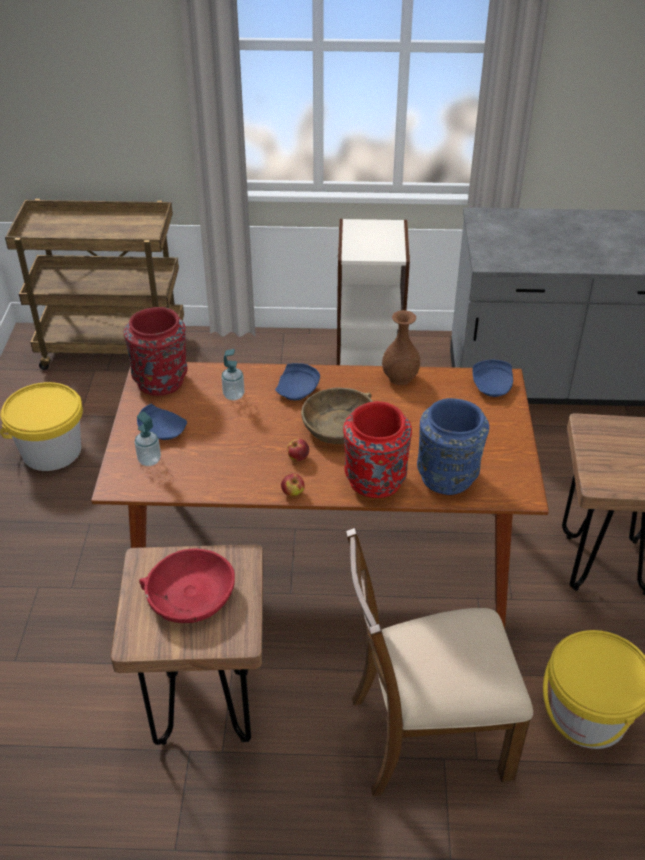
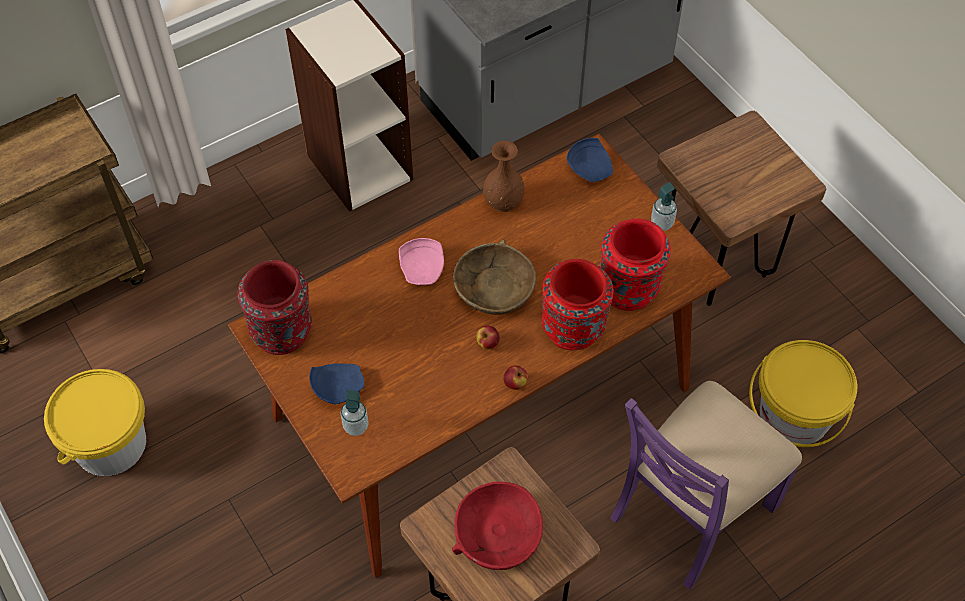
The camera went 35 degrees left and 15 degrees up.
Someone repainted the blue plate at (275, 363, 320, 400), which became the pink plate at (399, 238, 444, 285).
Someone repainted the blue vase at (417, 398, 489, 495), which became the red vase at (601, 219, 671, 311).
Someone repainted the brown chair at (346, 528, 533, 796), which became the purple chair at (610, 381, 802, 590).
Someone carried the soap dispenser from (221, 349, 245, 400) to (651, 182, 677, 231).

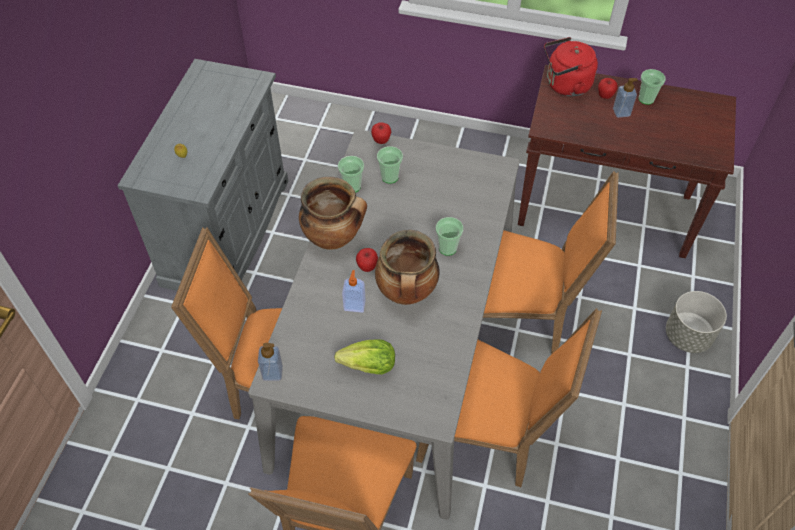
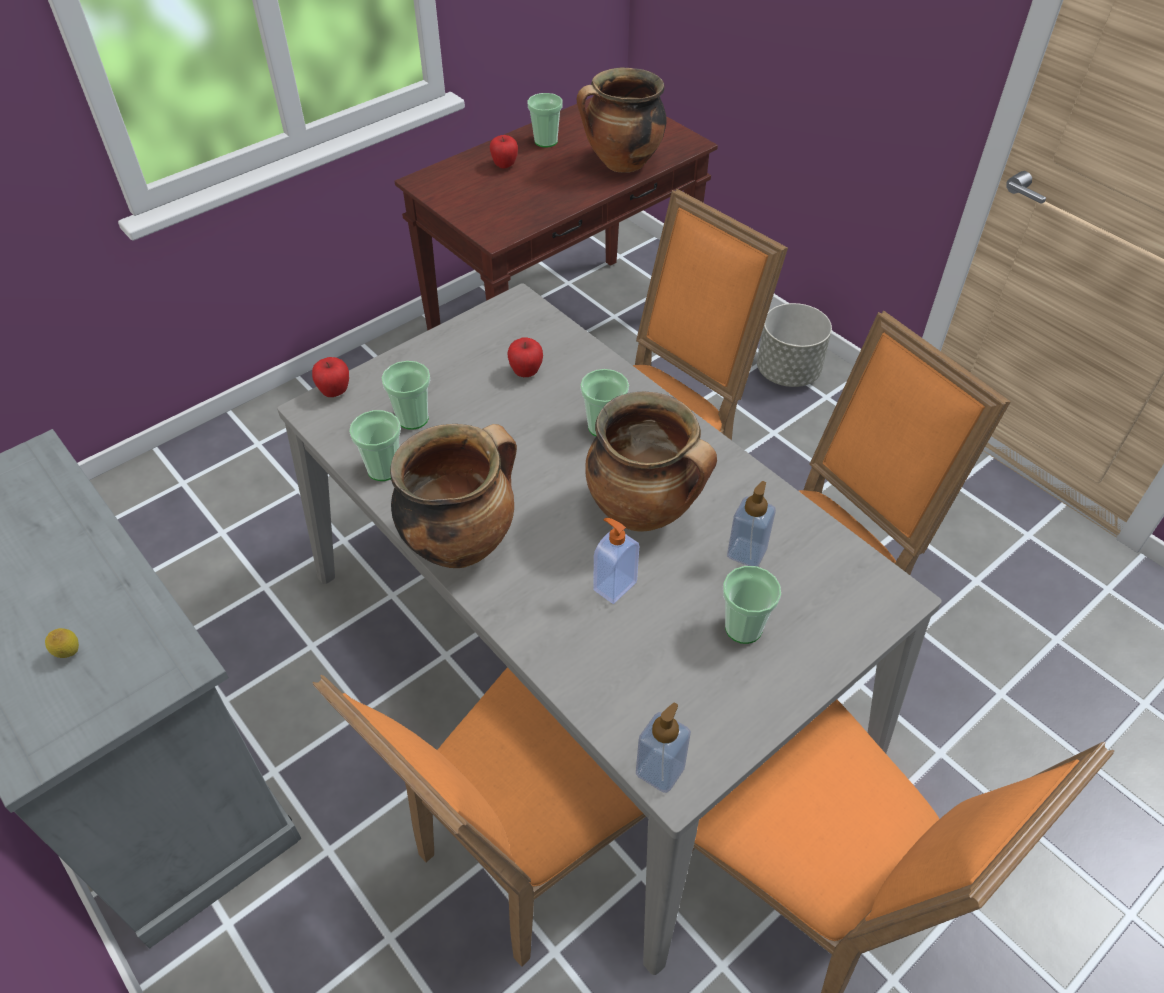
The camera went 55 degrees left and 5 degrees down.
Someone carried the apple from (356, 248, 378, 272) to (507, 337, 543, 377).
Someone put down the cooking pot at (577, 68, 667, 173).
Someone swapped the lettuce at (334, 339, 395, 374) for the cup at (723, 566, 781, 644).
Someone carried the soap dispenser from (613, 78, 638, 118) to (727, 481, 776, 567).
Someone took away the red kettle at (544, 37, 598, 96).

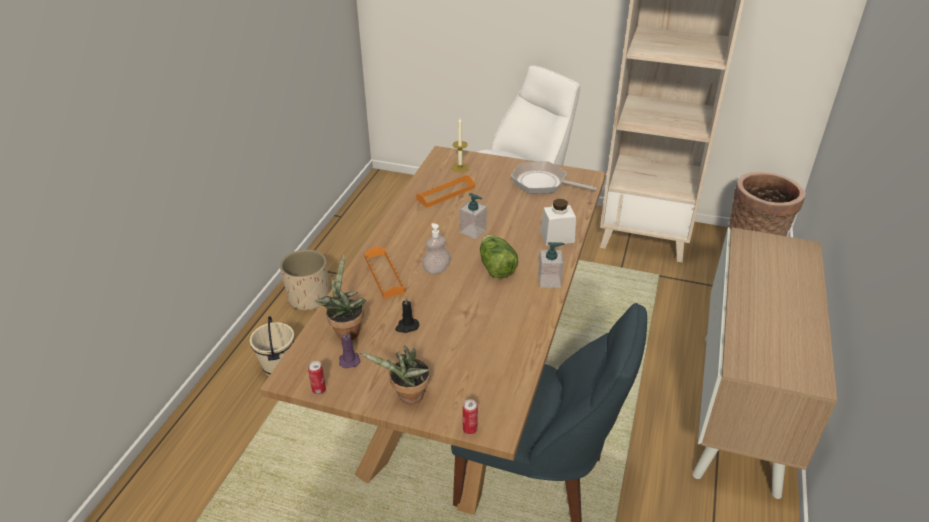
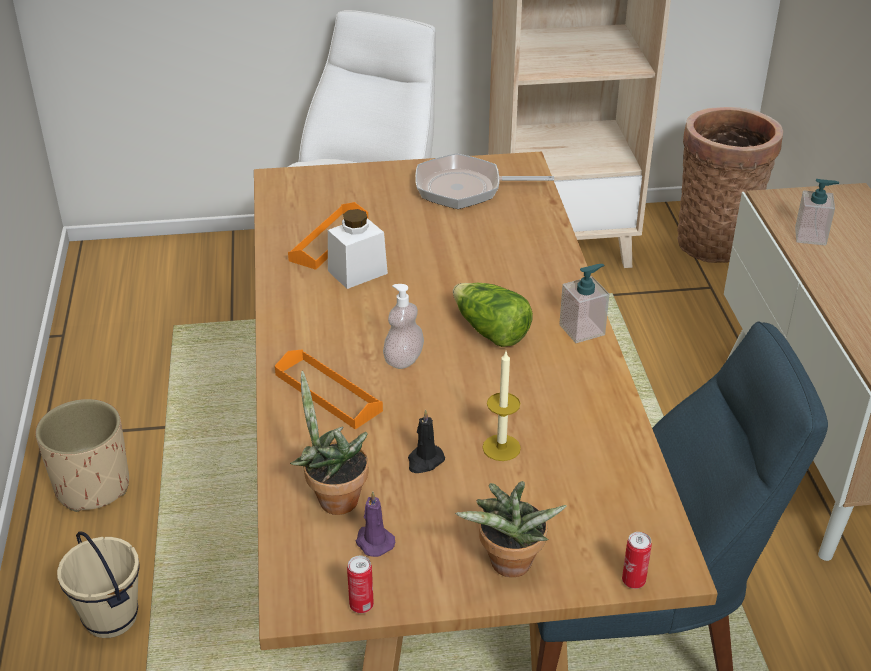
The camera went 25 degrees left and 0 degrees up.
Someone carried the white jar from (541, 199, 576, 246) to (328, 209, 388, 289).
Someone carried the candle from (452, 118, 469, 172) to (482, 352, 521, 461).
Someone carried the soap dispenser from (460, 193, 487, 239) to (795, 179, 839, 245).

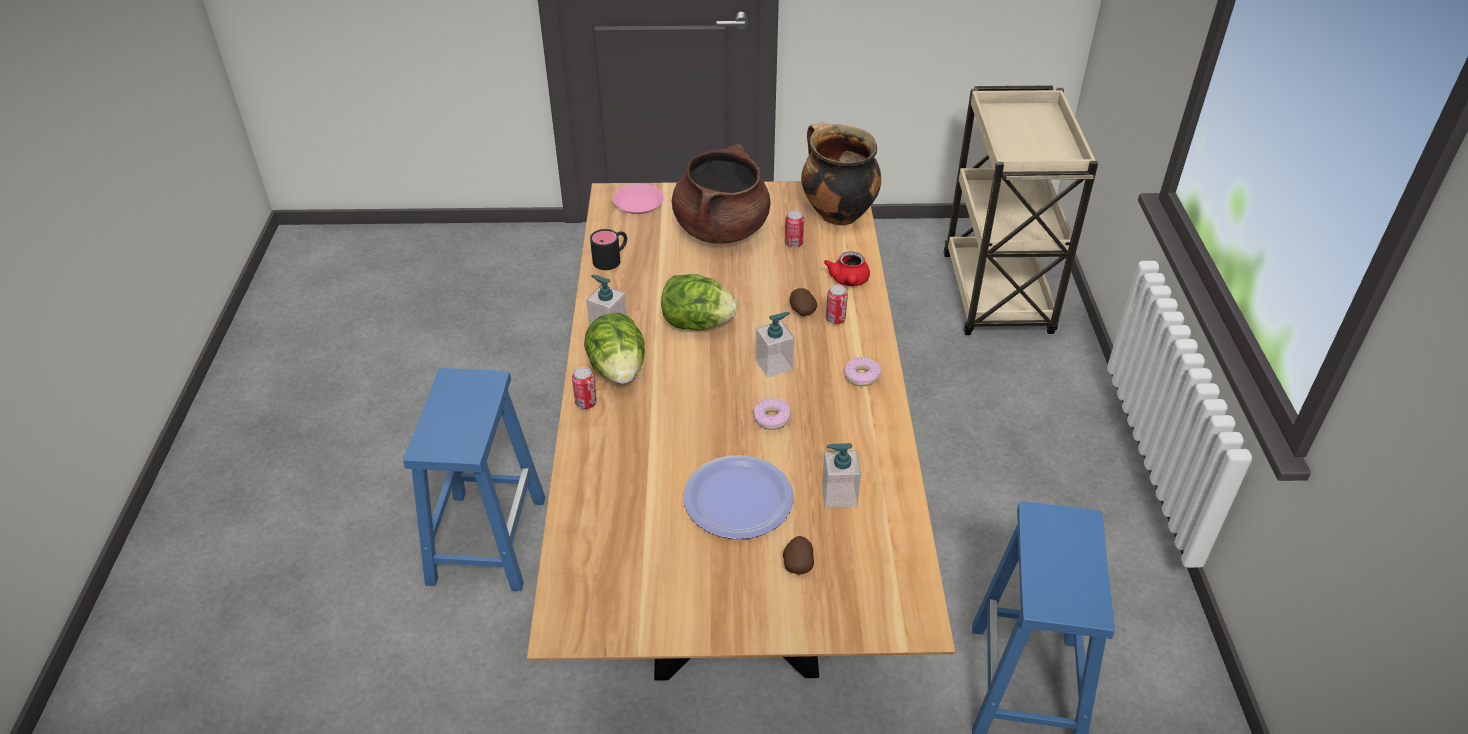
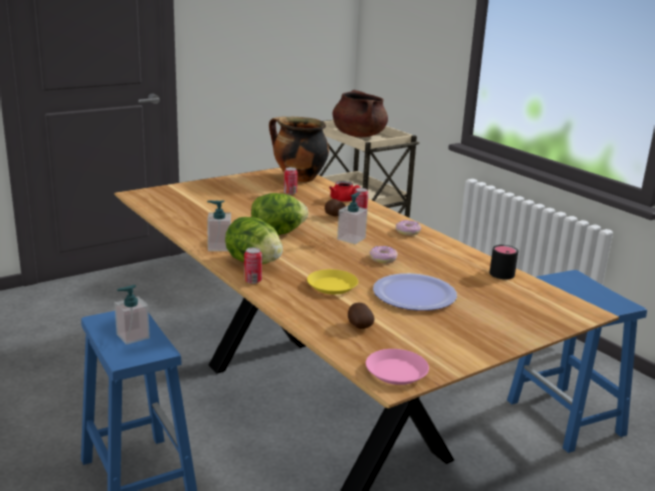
The camera went 35 degrees left and 20 degrees down.
Someone carried the soap dispenser from (822, 443, 861, 508) to (114, 285, 150, 345).
Someone put down the yellow plate at (307, 269, 358, 294).
Someone carried the brown cooking pot from (672, 144, 770, 244) to (332, 90, 388, 137).
Someone carried the potato from (783, 536, 814, 574) to (348, 303, 374, 329).
Someone carried the pink plate from (613, 184, 664, 214) to (366, 349, 429, 385).
Someone carried the black mug from (590, 229, 627, 270) to (489, 245, 518, 279).

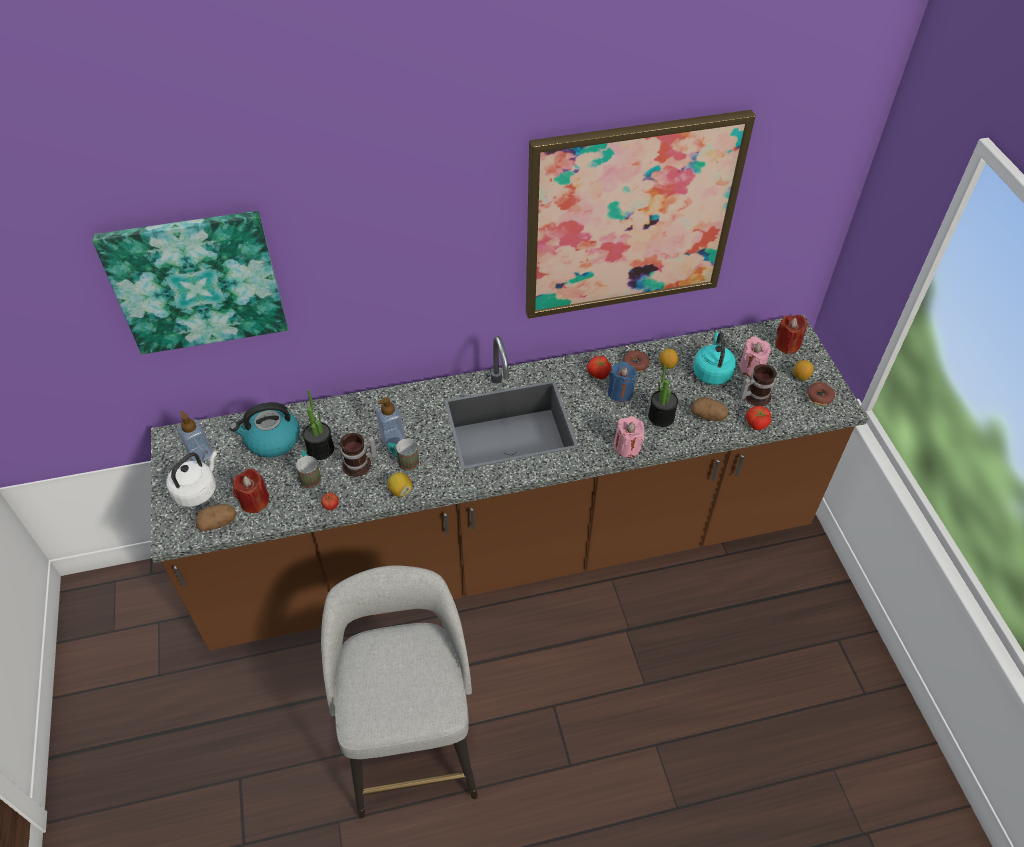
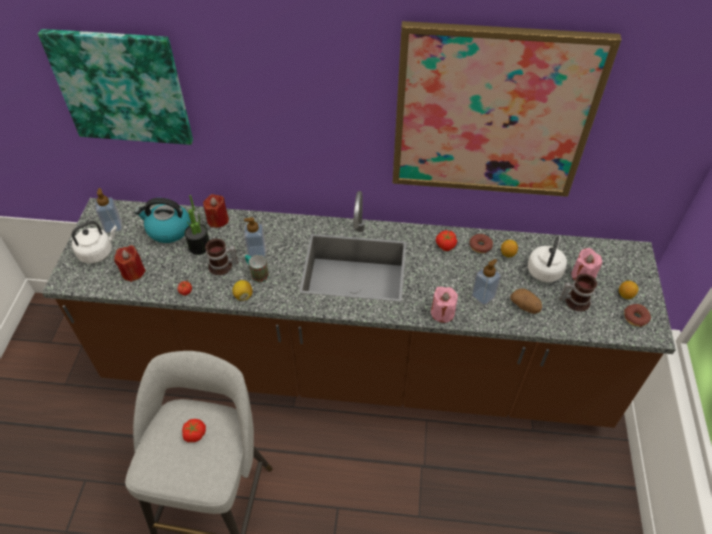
The camera went 20 degrees right and 0 degrees up.
Someone carried the tomato from (746, 406, 771, 431) to (182, 419, 206, 442).
Someone carried the red candle from (775, 315, 807, 354) to (203, 194, 229, 228).
Someone swapped the potted plant at (648, 365, 678, 427) for the soap dispenser at (472, 259, 501, 305).
Someone repainted the turquoise kettle at (693, 332, 736, 385), which became the white kettle at (528, 236, 567, 282).
Someone took away the potato at (196, 504, 237, 531).
Someone took away the mug at (296, 451, 322, 489).
Someone took away the blue candle at (608, 362, 637, 402).

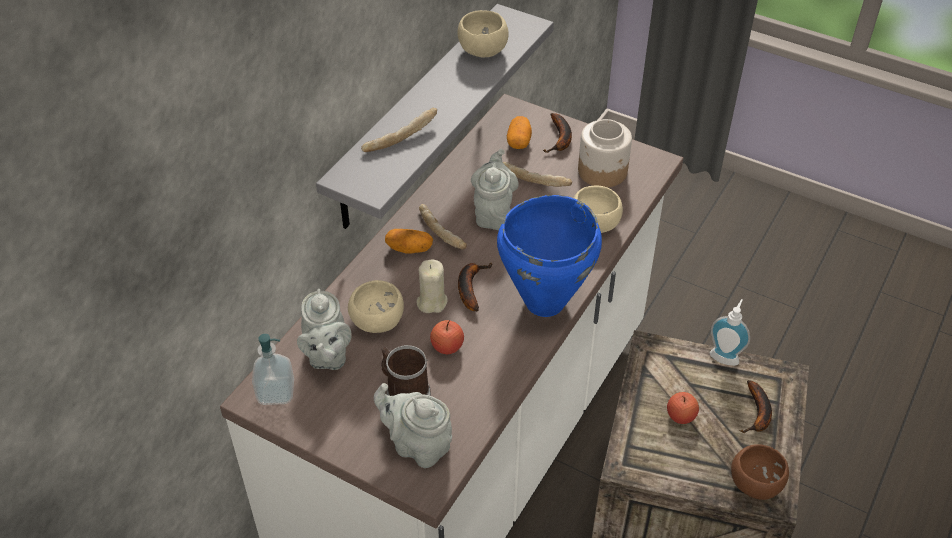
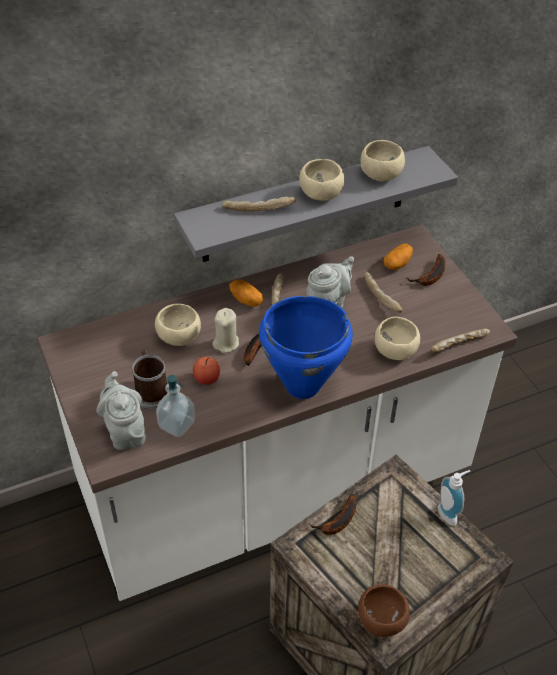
The camera went 35 degrees right and 0 degrees up.
Someone carried the soap dispenser from (252, 334, 294, 405) to (156, 375, 195, 437).
Someone put down the beige bowl at (299, 159, 345, 201).
Someone carried the banana from (739, 380, 772, 433) to (309, 494, 356, 535).
Someone put down the bread at (431, 329, 490, 353).
Someone took away the grey teapot at (297, 289, 352, 370).
Someone took away the jar at (578, 119, 632, 188).
Someone took away the apple at (667, 392, 699, 424).

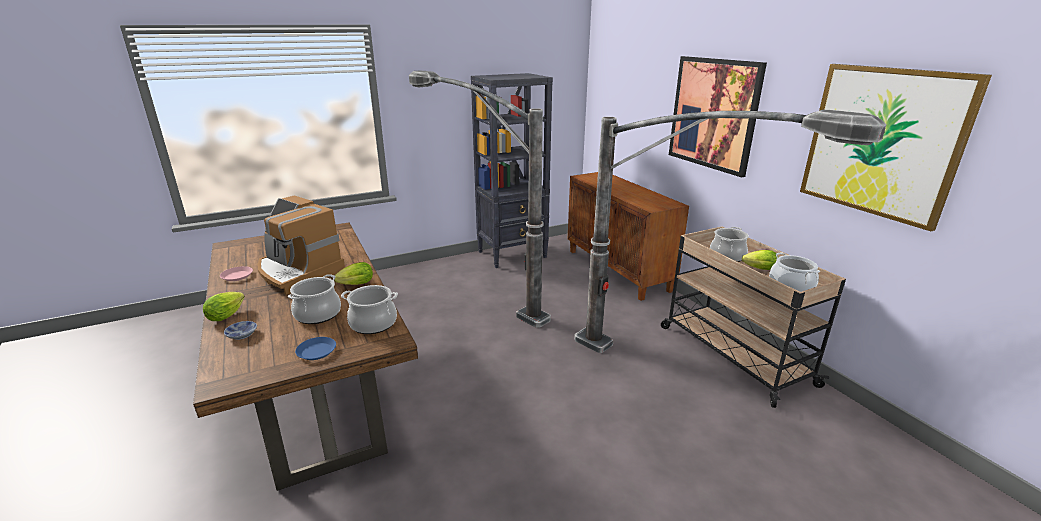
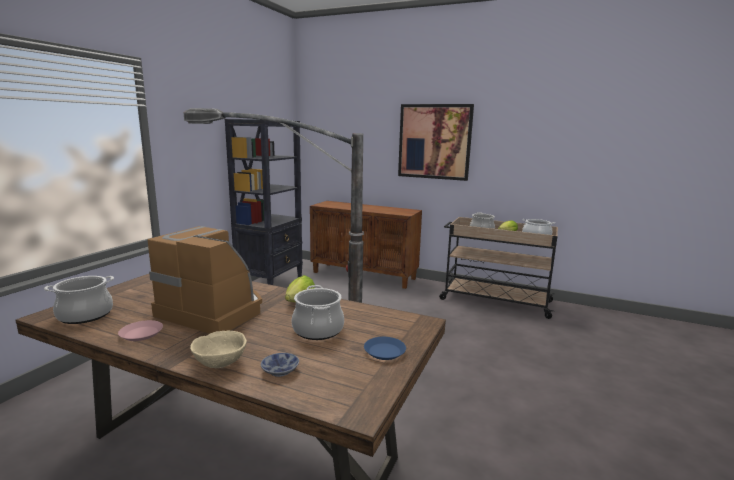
The camera went 40 degrees left and 10 degrees down.
Someone carried the cooking pot from (341, 285, 398, 334) to (44, 276, 114, 324).
Someone rotated the coffee machine at (257, 195, 345, 295) by 150 degrees counterclockwise.
Someone swapped the lettuce at (203, 292, 245, 321) for the beige bowl at (190, 331, 247, 368).
Someone took away the floor lamp at (574, 110, 887, 353).
Someone took away the picture at (800, 64, 992, 231).

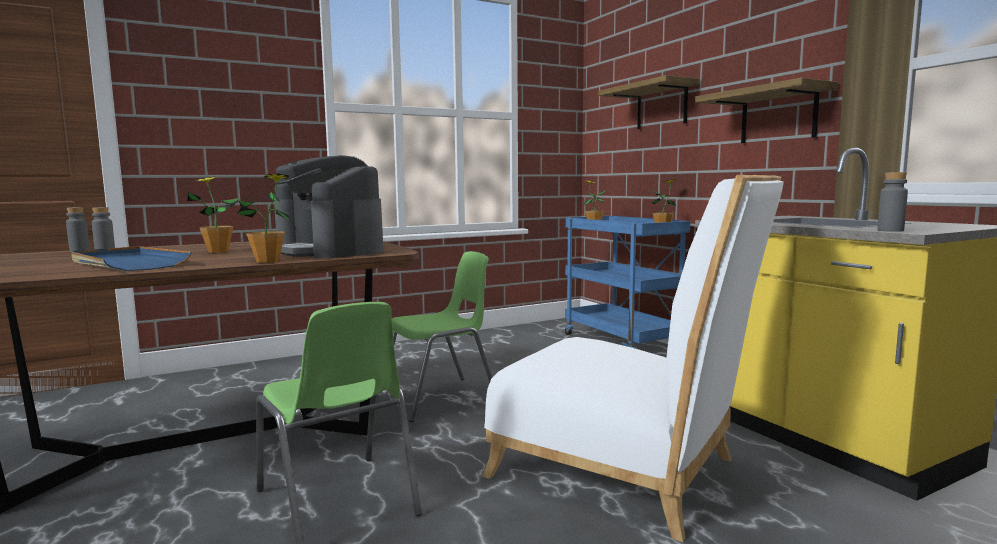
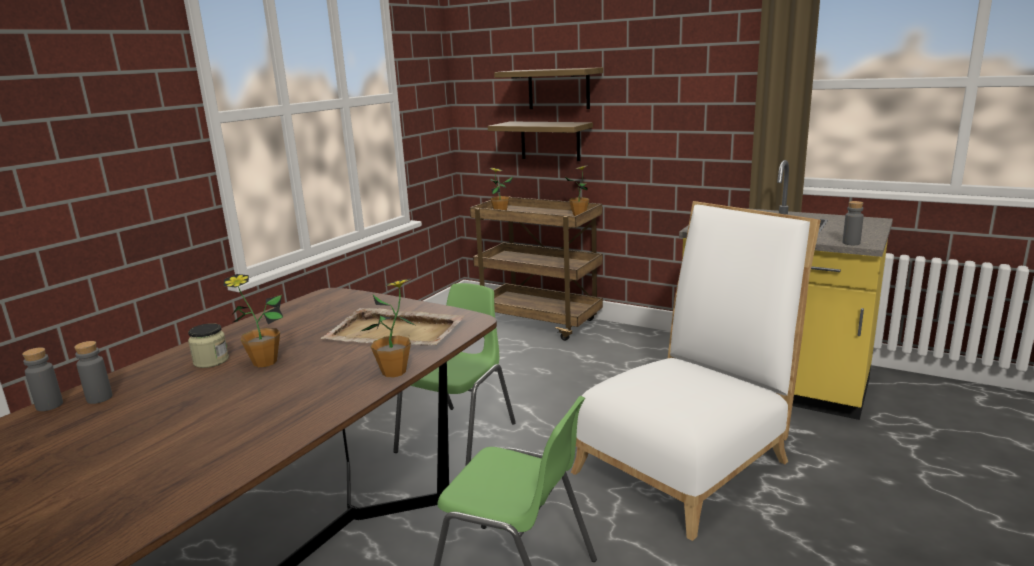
The camera went 30 degrees left and 10 degrees up.
Someone put down the jar at (188, 323, 229, 368).
Someone swapped the coffee machine at (274, 155, 384, 258) for the beige tray at (321, 308, 465, 345).
Someone repainted the blue cart at (565, 216, 690, 349), which became the brown cart at (470, 197, 603, 341).
Someone carried the shelf from (695, 78, 839, 143) to (488, 122, 593, 161).
Someone rotated the white chair at (483, 175, 784, 542) by 45 degrees counterclockwise.
Someone took away the blue tray at (71, 246, 192, 271).

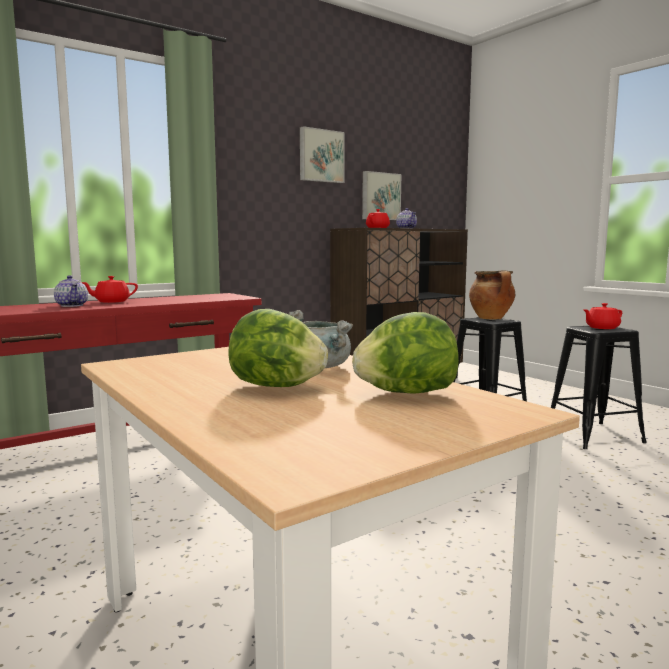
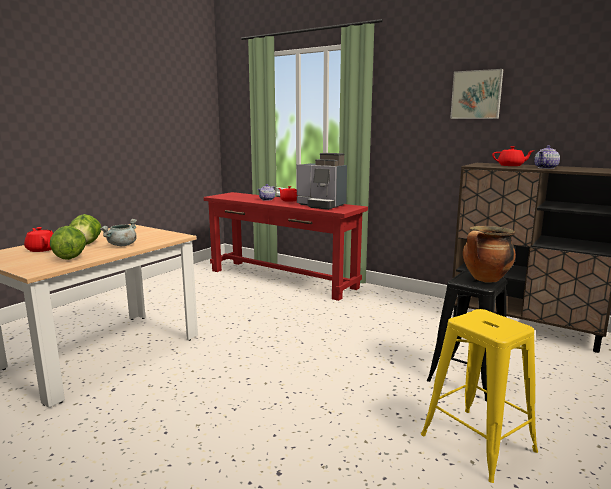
The camera went 70 degrees right and 5 degrees up.
Someone carried the red teapot from (584, 303, 622, 329) to (24, 227, 53, 252).
Someone put down the coffee machine at (297, 153, 347, 210).
Someone repainted the black stool at (551, 326, 647, 449), which became the yellow stool at (421, 309, 538, 483).
Someone took away the picture at (362, 171, 401, 220).

